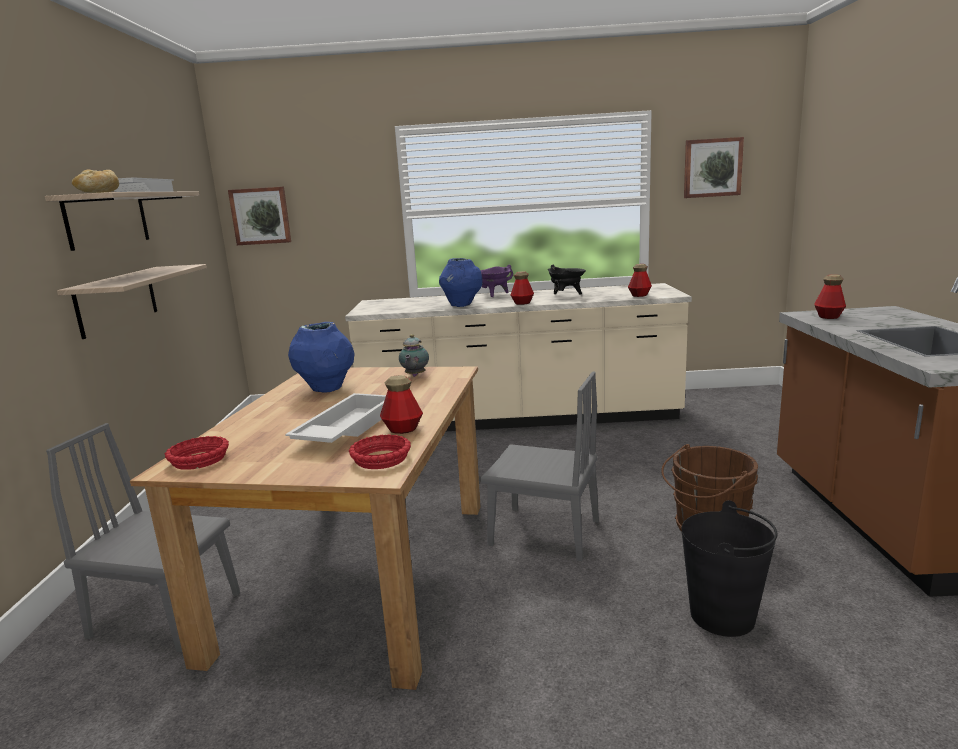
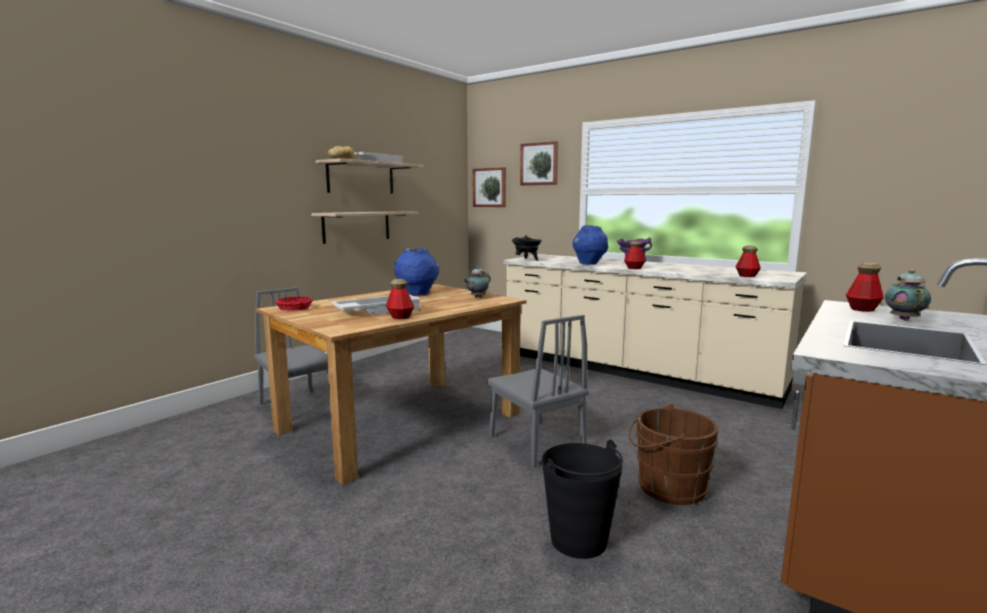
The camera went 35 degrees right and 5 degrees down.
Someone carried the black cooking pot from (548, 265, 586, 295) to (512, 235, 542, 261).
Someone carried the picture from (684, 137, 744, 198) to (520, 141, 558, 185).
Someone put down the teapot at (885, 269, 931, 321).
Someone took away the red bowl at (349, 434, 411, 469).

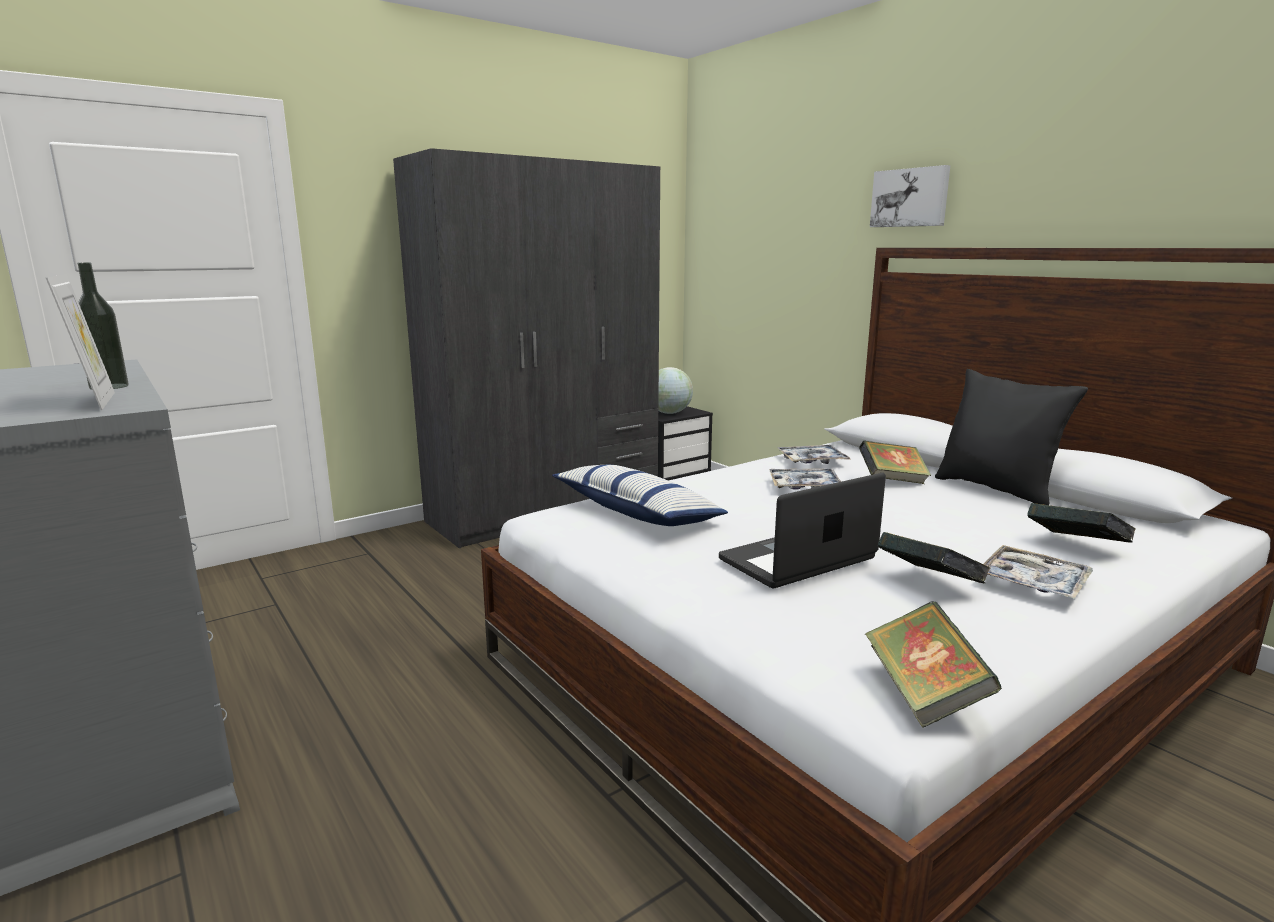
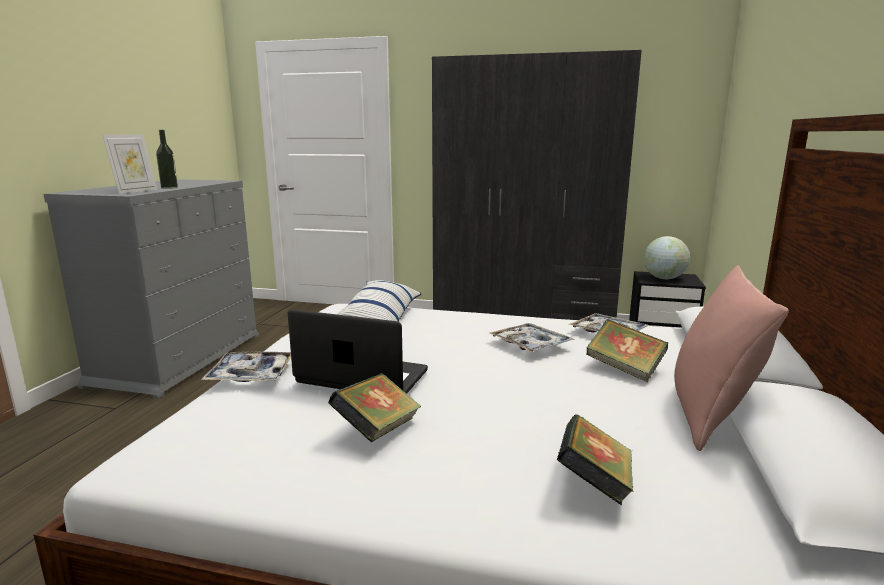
The camera went 50 degrees right and 0 degrees up.
Someone carried the tray from (984, 545, 1093, 599) to (201, 351, 291, 382).
Someone repainted the black pillow at (935, 369, 1088, 505), which became the pink pillow at (674, 265, 789, 451).
Someone took away the book at (864, 601, 1002, 728).
Someone took away the picture at (870, 165, 950, 227).

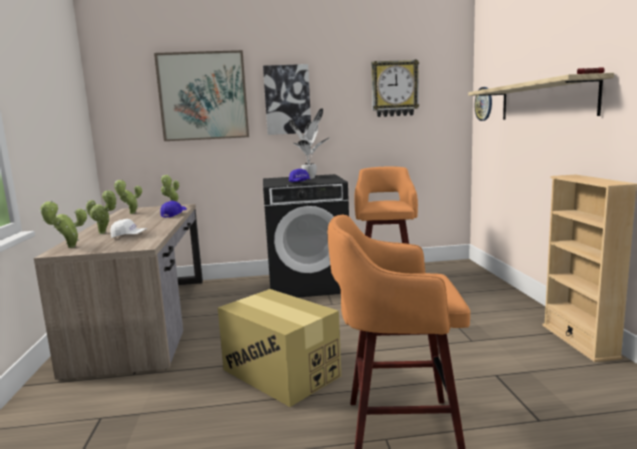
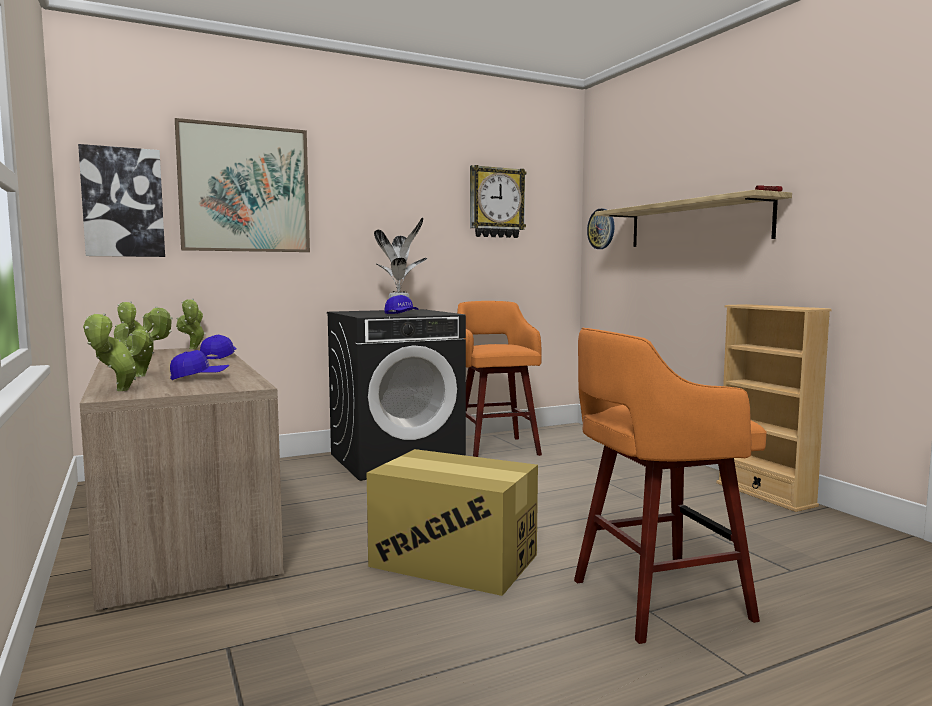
The camera went 20 degrees left and 5 degrees down.
Someone carried the picture from (263, 64, 311, 135) to (78, 144, 165, 257).
Someone repainted the white cap at (110, 219, 147, 238), which became the blue cap at (170, 350, 229, 380).

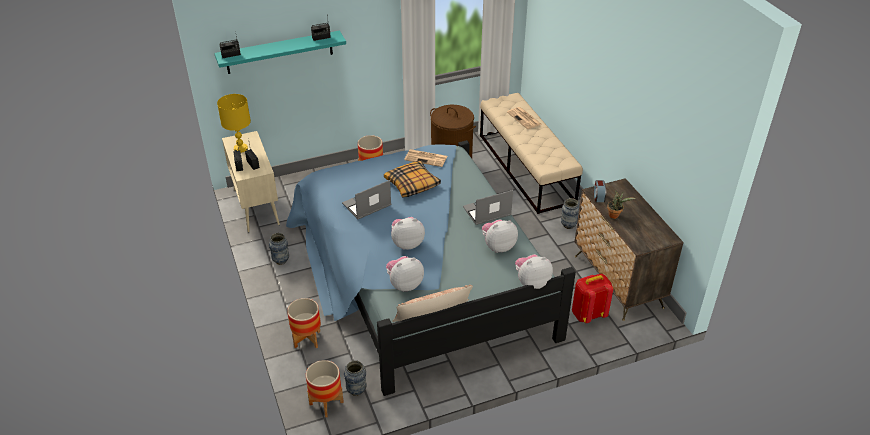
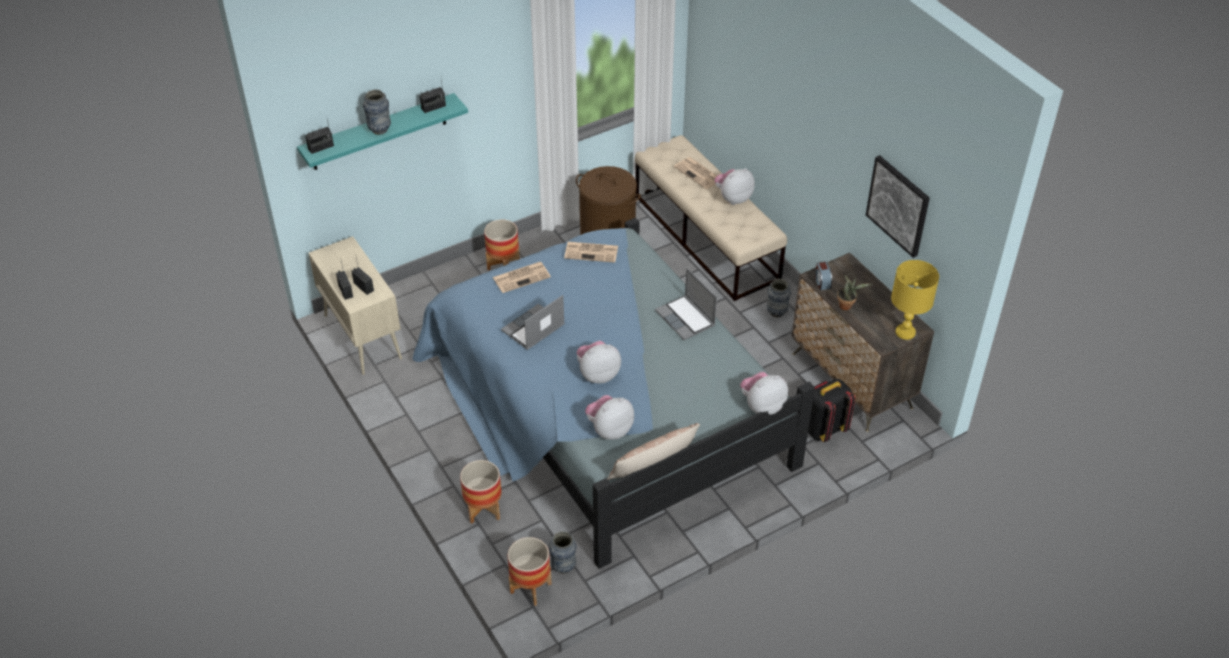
The camera went 10 degrees left and 5 degrees up.
Someone carried the vase from (269, 233, 289, 265) to (363, 90, 391, 135).
Someone put down the newspaper at (493, 262, 551, 293).
Someone rotated the laptop at (463, 190, 513, 225) by 90 degrees counterclockwise.
Someone carried the plush toy from (482, 219, 518, 253) to (714, 168, 755, 205).
Someone repainted the red backpack at (572, 274, 613, 323), which became the black backpack at (808, 379, 855, 442).
Someone put up the picture at (866, 155, 930, 258).
Someone carried the yellow table lamp from (217, 94, 251, 153) to (891, 260, 939, 340).
Someone took away the pillow at (384, 161, 441, 198).

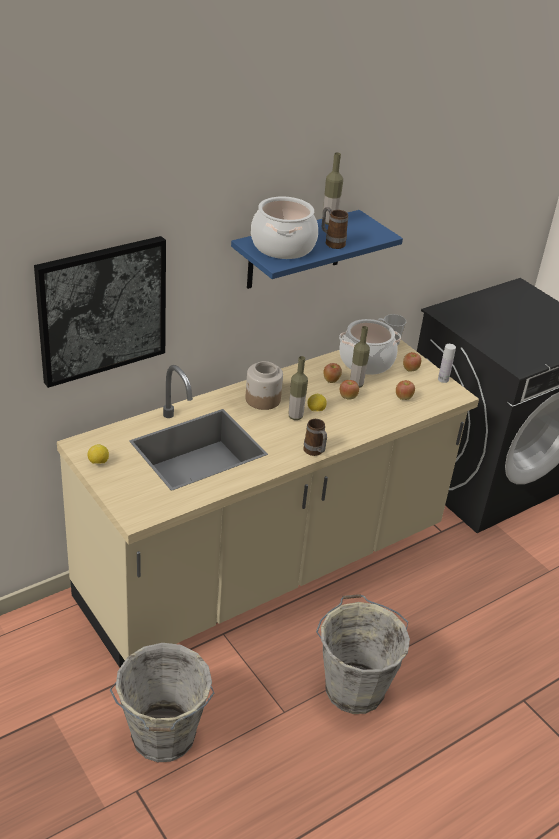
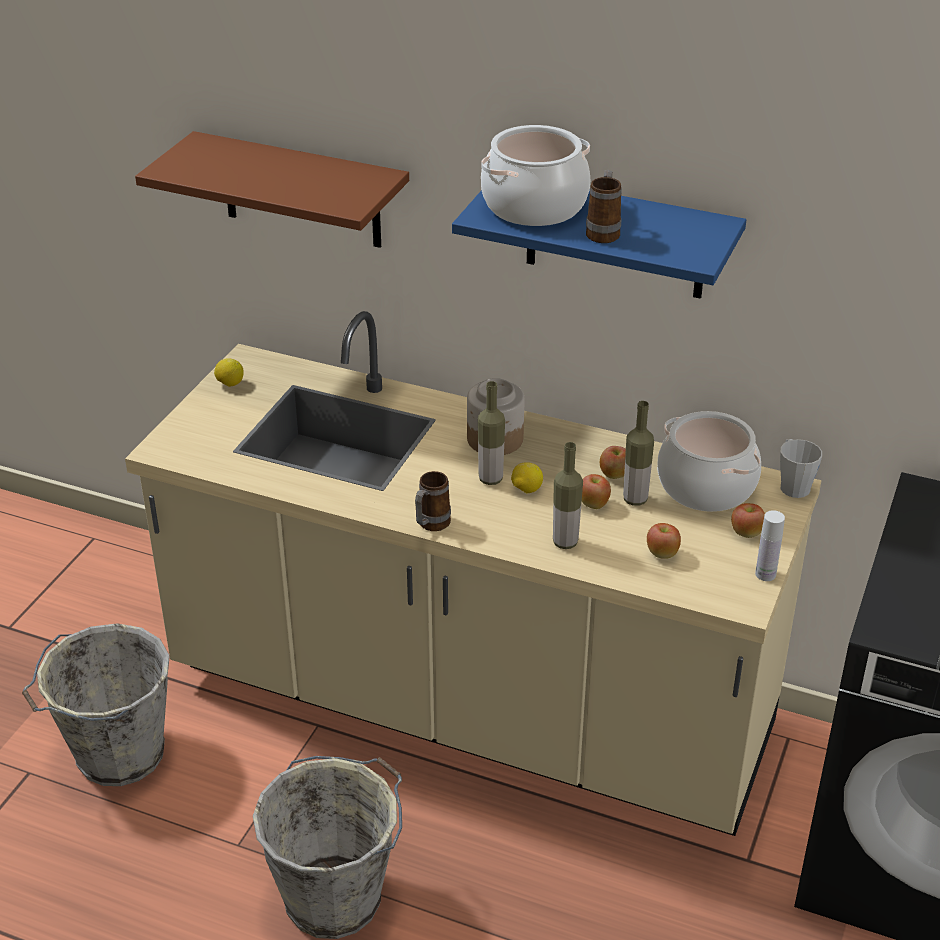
The camera went 60 degrees right and 0 degrees up.
Someone swapped the picture at (34, 236, 166, 388) for the brown shelf at (135, 131, 409, 248).
Someone carried the bottle from (323, 152, 343, 225) to (553, 442, 583, 549).

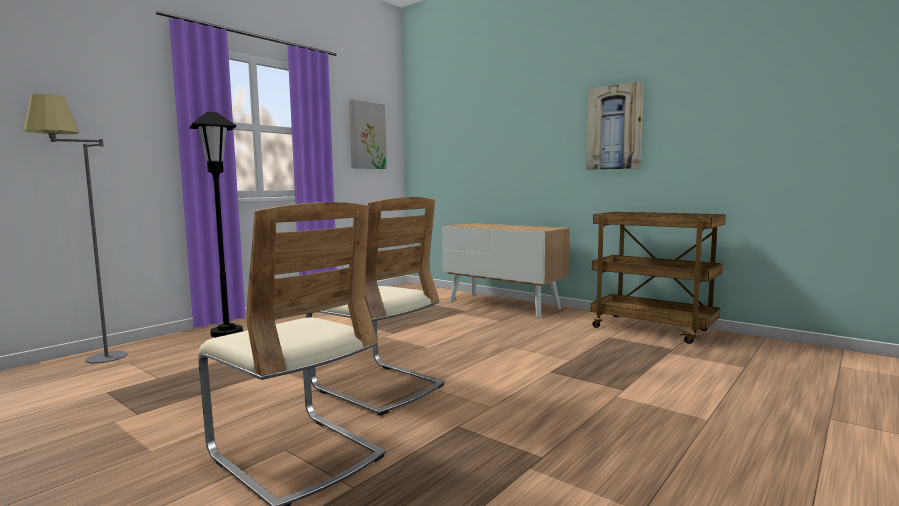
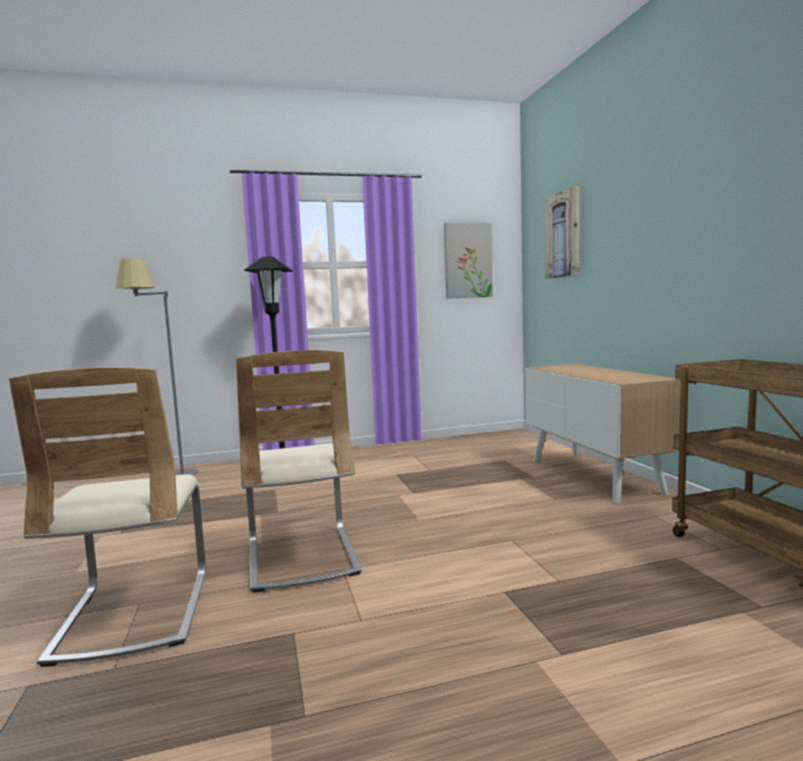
The camera went 35 degrees right and 0 degrees up.
Someone carried the picture from (586, 81, 644, 170) to (545, 186, 580, 279).

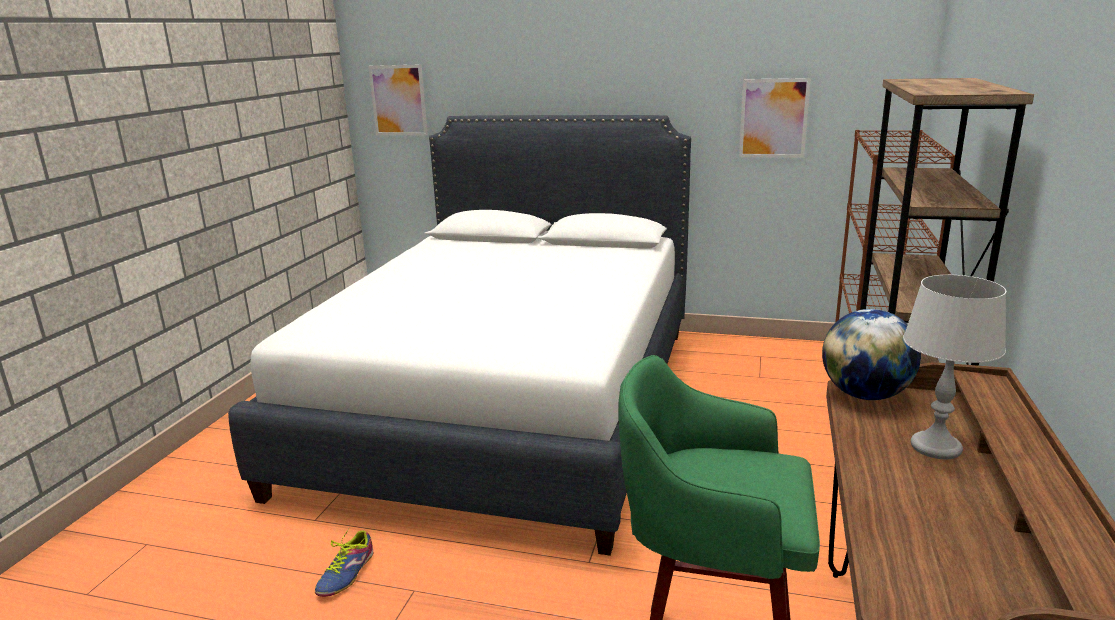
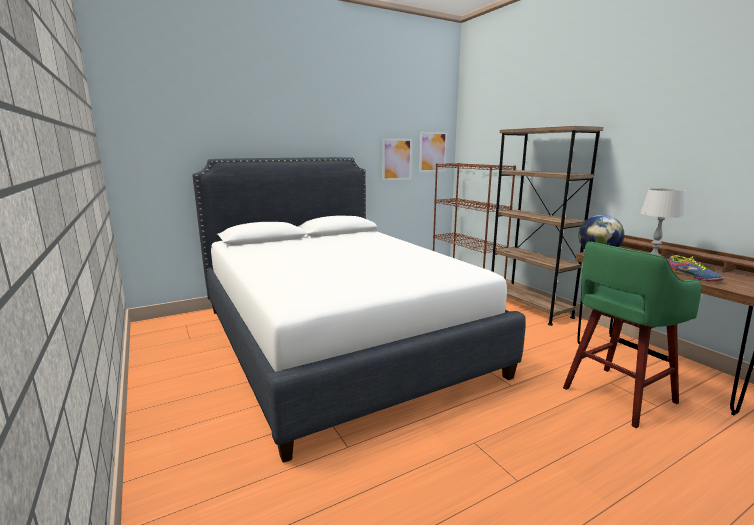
The camera went 45 degrees left and 5 degrees down.
Someone carried the picture from (368, 64, 428, 135) to (419, 132, 447, 172).
Someone carried the shoe from (315, 528, 373, 597) to (668, 254, 724, 281).

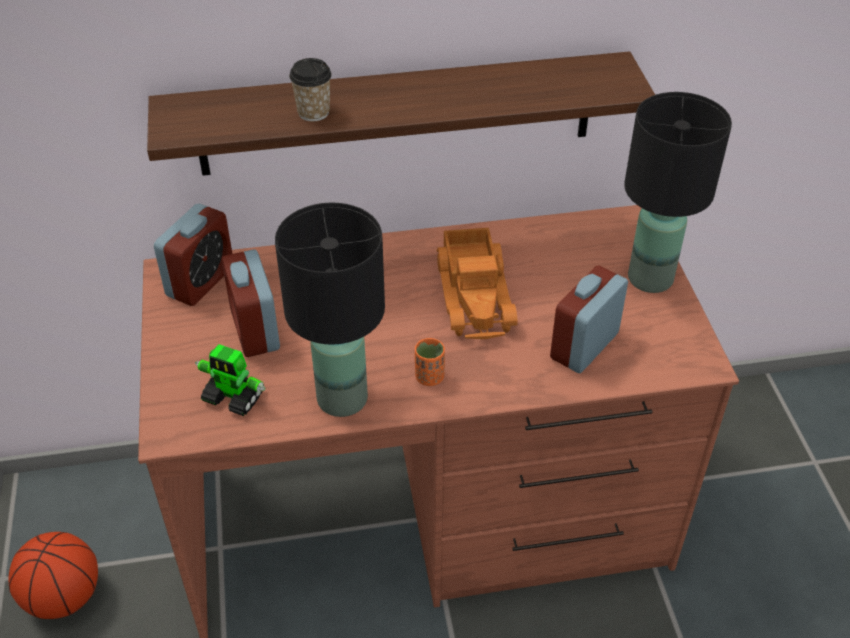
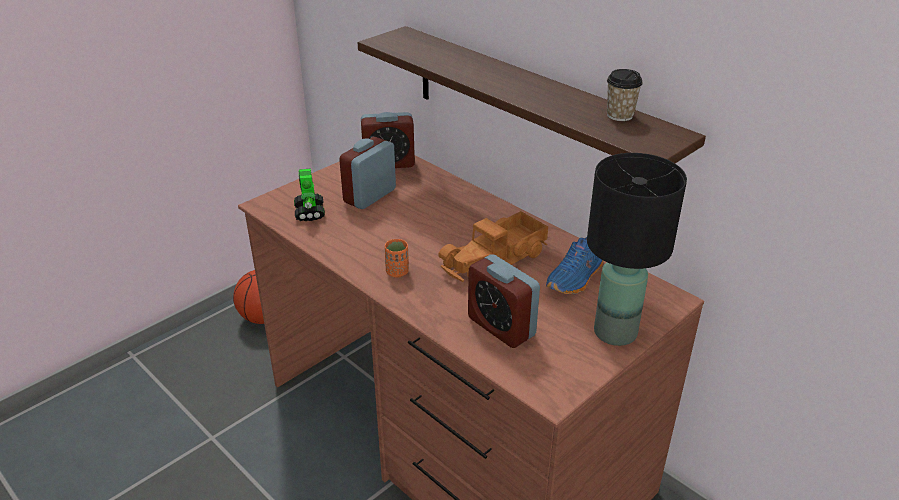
The camera went 55 degrees right and 10 degrees down.
Someone rotated the alarm clock at (550, 266, 628, 373) by 135 degrees counterclockwise.
Someone put down the blue shoe at (546, 237, 603, 294).
Someone carried the cup from (289, 58, 332, 121) to (607, 69, 643, 121).
Someone took away the black table lamp at (275, 202, 385, 417).

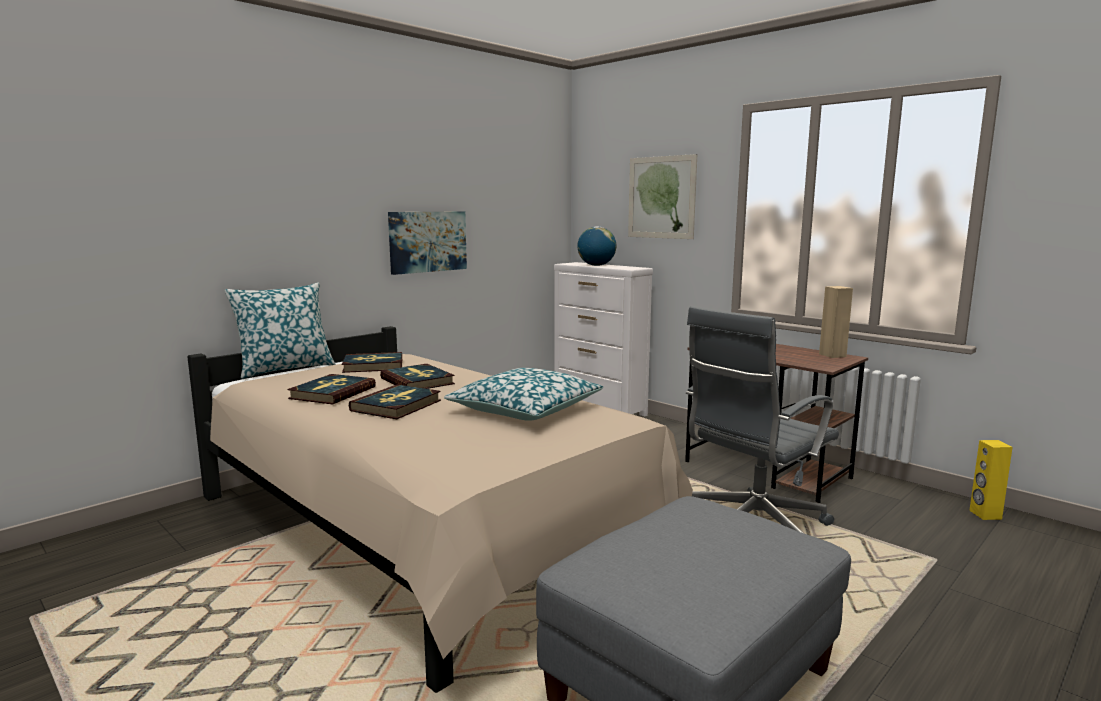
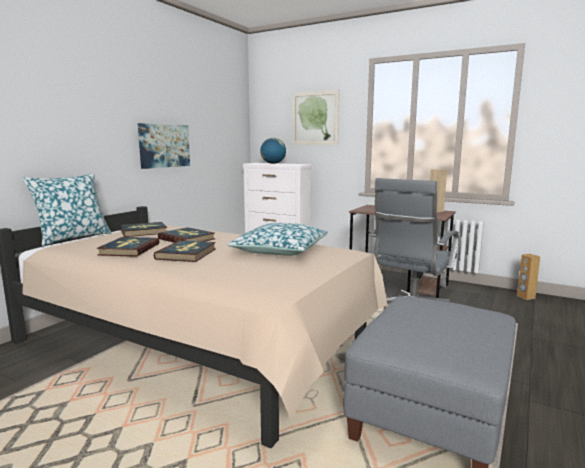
The camera went 15 degrees left and 0 degrees up.
Someone repainted the yellow speaker at (969, 440, 1013, 520), which became the brown speaker at (517, 254, 540, 300).

